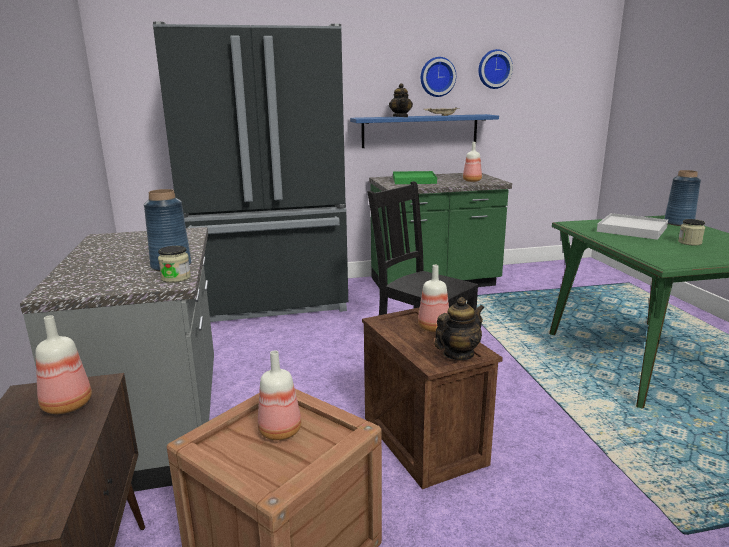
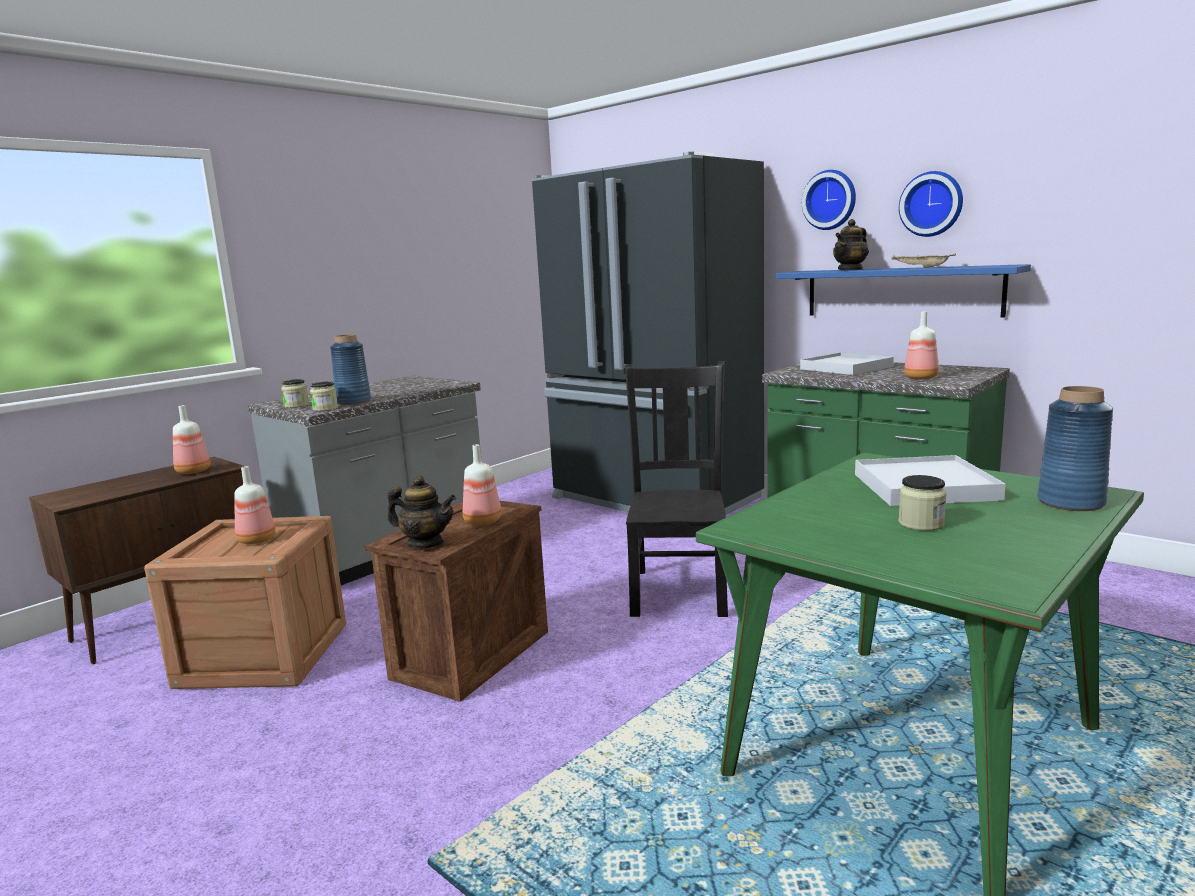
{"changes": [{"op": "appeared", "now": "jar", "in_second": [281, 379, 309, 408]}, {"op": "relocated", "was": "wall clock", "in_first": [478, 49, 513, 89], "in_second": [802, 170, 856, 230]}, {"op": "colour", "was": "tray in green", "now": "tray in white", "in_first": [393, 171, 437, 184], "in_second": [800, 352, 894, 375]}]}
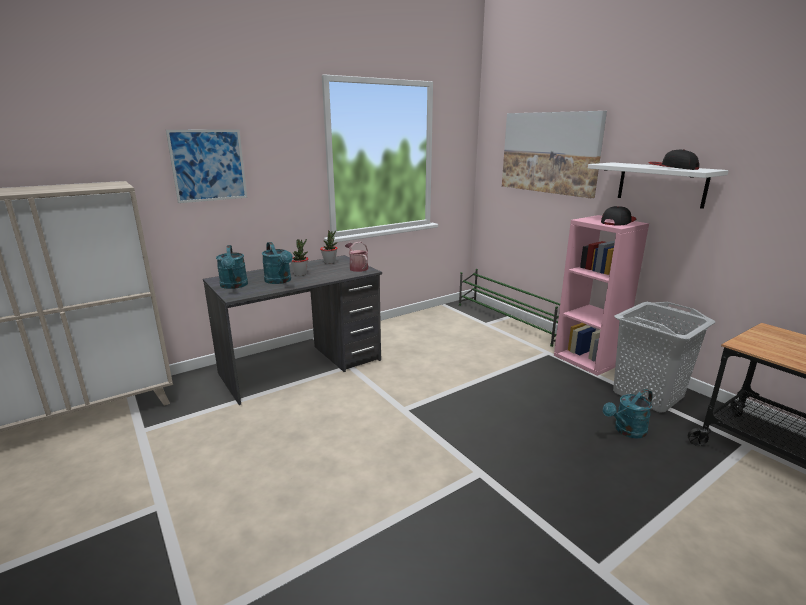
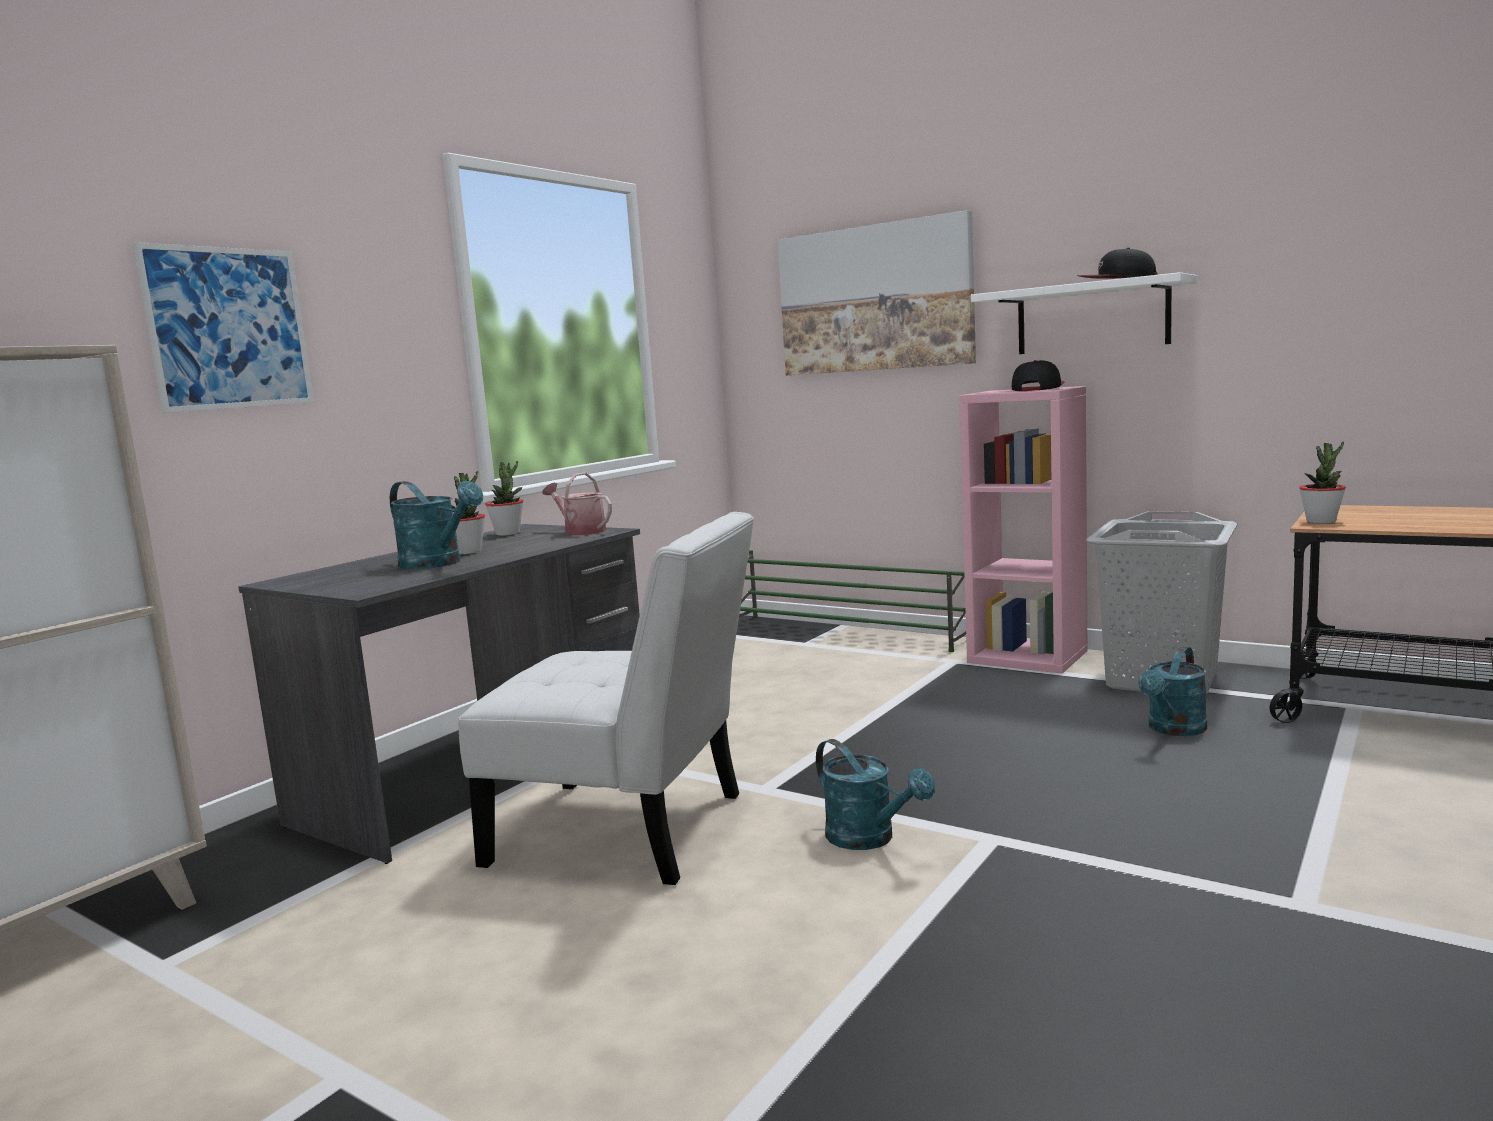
{"changes": [{"op": "appeared", "now": "chair in white", "in_second": [458, 512, 754, 885]}, {"op": "appeared", "now": "potted plant", "in_second": [1299, 442, 1346, 524]}, {"op": "relocated", "was": "watering can in turquoise", "in_first": [216, 245, 248, 289], "in_second": [816, 739, 935, 850]}]}
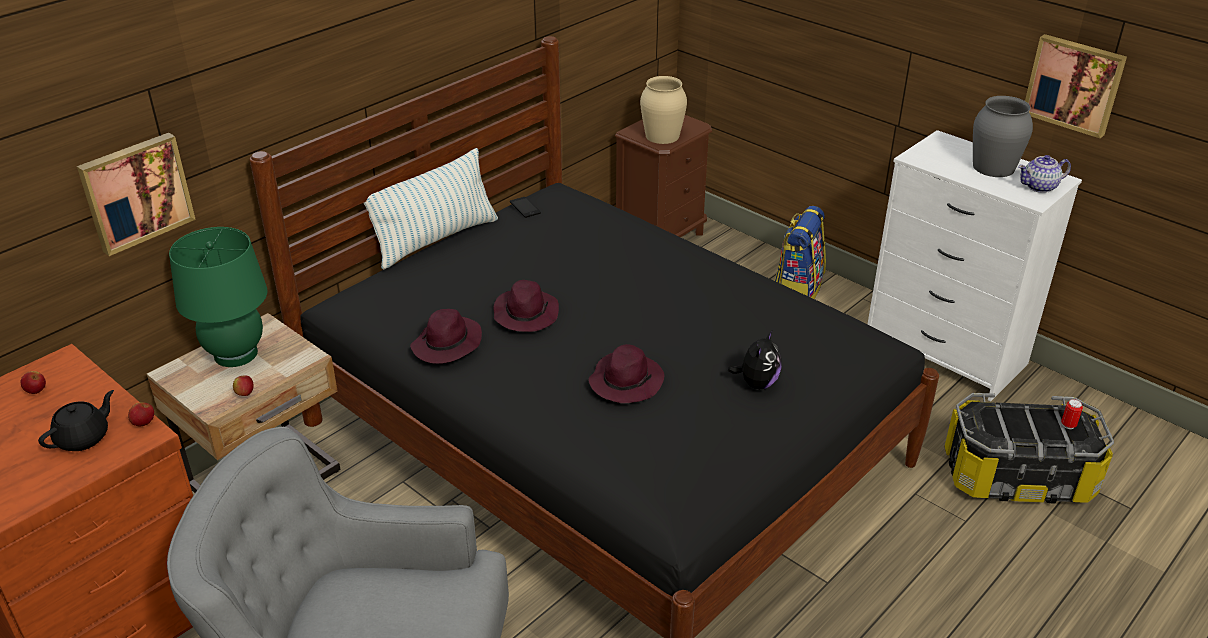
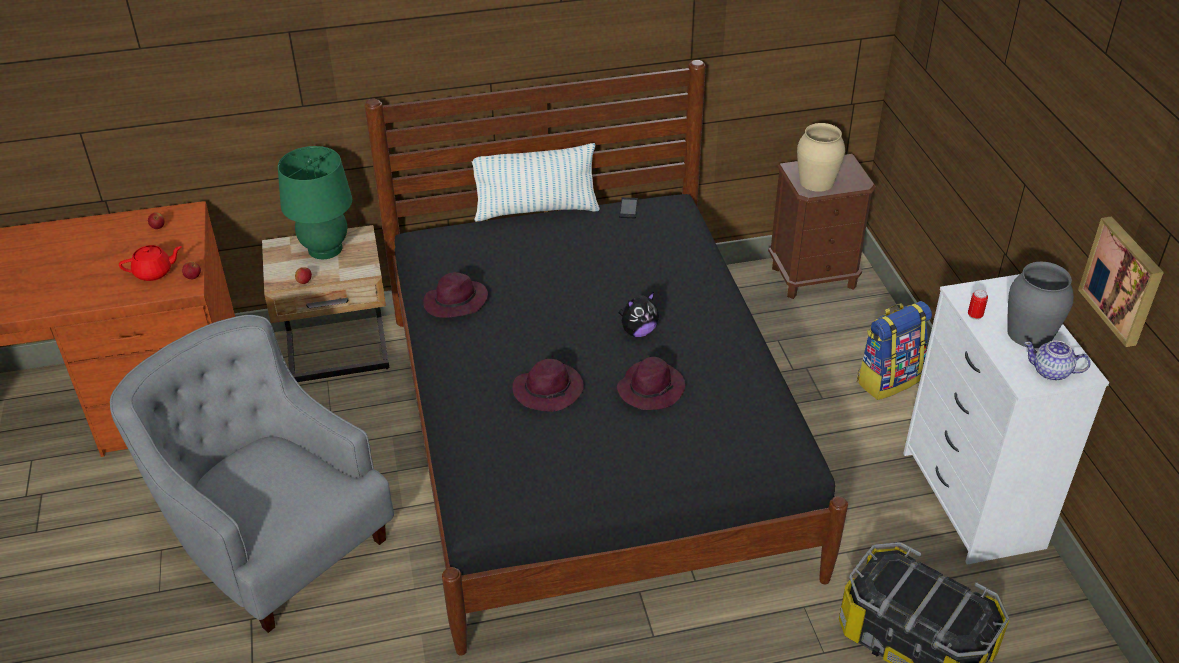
{"changes": [{"op": "missing", "was": "picture", "in_first": [77, 133, 196, 256]}, {"op": "relocated", "was": "hat in purple", "in_first": [493, 280, 559, 332], "in_second": [617, 357, 685, 410]}, {"op": "relocated", "was": "plush toy", "in_first": [728, 329, 782, 389], "in_second": [619, 292, 659, 337]}, {"op": "relocated", "was": "can", "in_first": [1061, 399, 1083, 429], "in_second": [968, 290, 988, 320]}, {"op": "colour", "was": "teapot in black", "now": "teapot in red", "in_first": [38, 390, 114, 451], "in_second": [119, 245, 182, 281]}]}
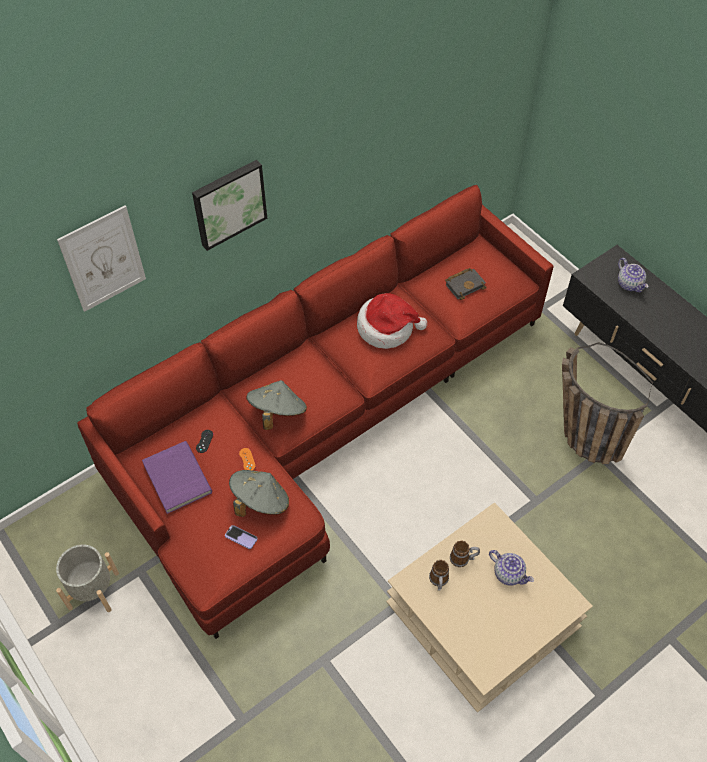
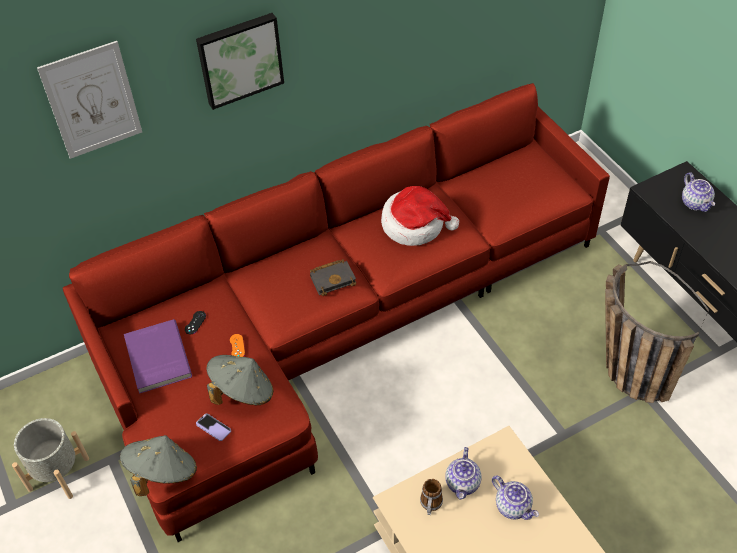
{"changes": [{"op": "relocated", "was": "hat in grey", "in_first": [247, 380, 307, 430], "in_second": [120, 435, 197, 496]}, {"op": "relocated", "was": "book in black", "in_first": [445, 268, 487, 300], "in_second": [310, 259, 356, 296]}, {"op": "exchanged", "was": "mug", "now": "teapot", "in_first": [450, 540, 480, 567], "in_second": [445, 447, 482, 499]}]}
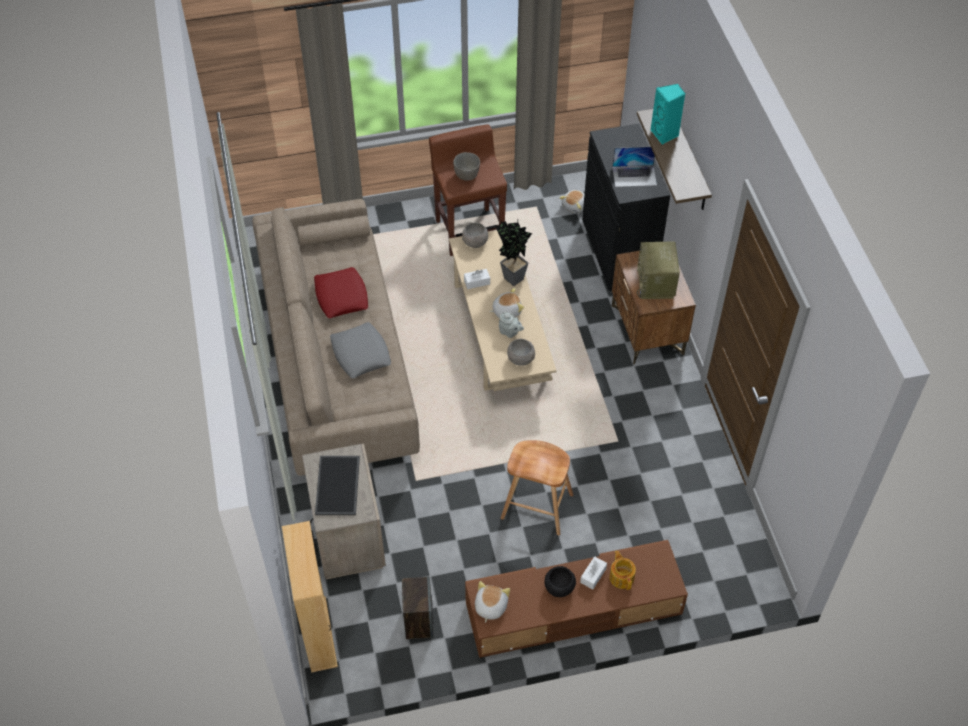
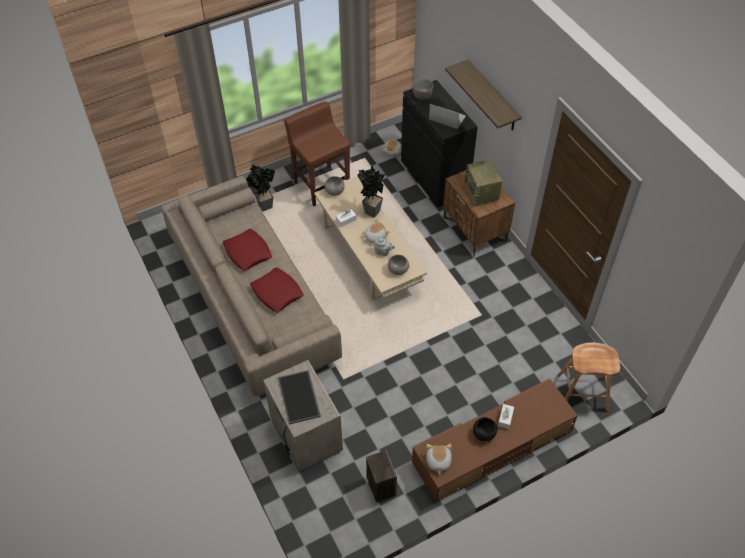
{"changes": [{"op": "missing", "was": "bookcase in beige", "in_first": [282, 521, 338, 673]}, {"op": "missing", "was": "teapot", "in_first": [609, 551, 636, 590]}, {"op": "missing", "was": "speaker in turquoise", "in_first": [651, 84, 685, 144]}, {"op": "appeared", "now": "potted plant", "in_second": [246, 165, 275, 211]}, {"op": "relocated", "was": "bowl in grey", "in_first": [453, 152, 480, 181], "in_second": [412, 78, 433, 100]}, {"op": "relocated", "was": "stool in brown", "in_first": [501, 440, 573, 535], "in_second": [557, 342, 620, 411]}, {"op": "colour", "was": "pillow in grey", "now": "pillow in red", "in_first": [330, 322, 391, 378], "in_second": [250, 267, 304, 313]}, {"op": "spun", "was": "laptop", "in_first": [612, 147, 657, 187], "in_second": [429, 104, 466, 129], "clockwise": -135}]}
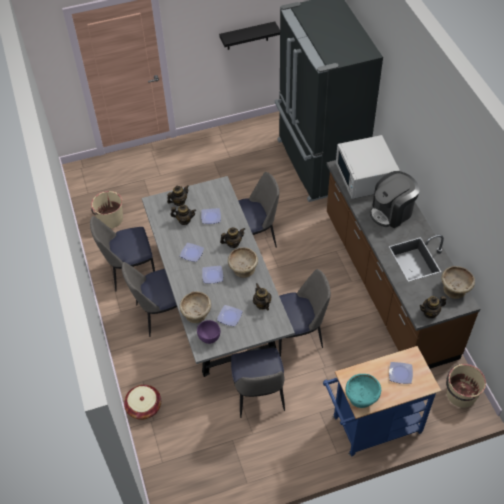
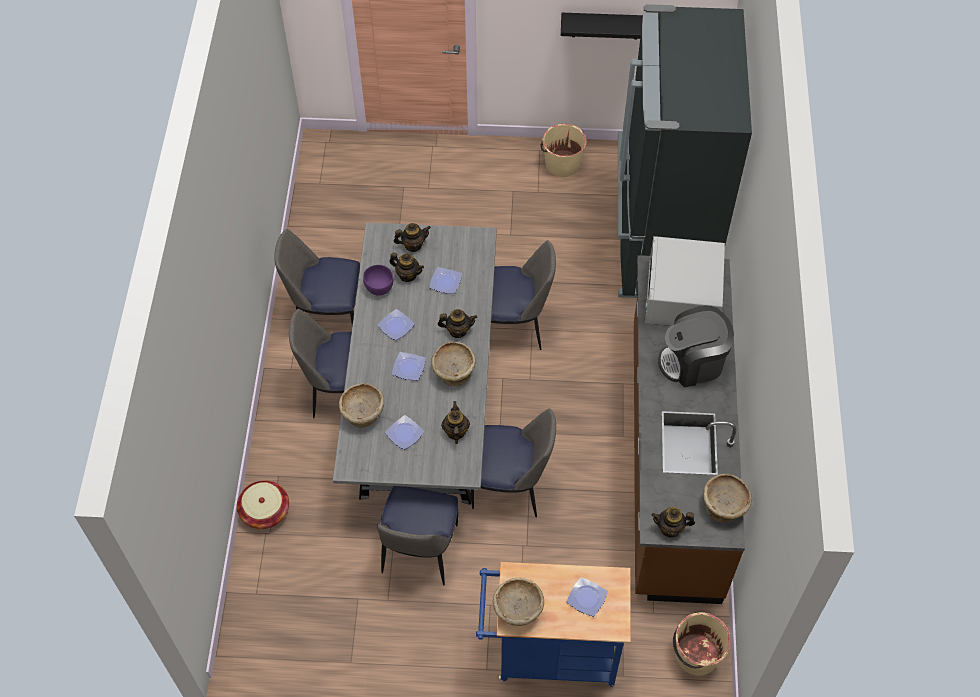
{"changes": [{"op": "relocated", "was": "bucket in beige", "in_first": [91, 191, 123, 229], "in_second": [540, 124, 587, 177]}, {"op": "relocated", "was": "bowl in purple", "in_first": [197, 320, 220, 344], "in_second": [363, 265, 394, 296]}, {"op": "colour", "was": "bowl in turquoise", "now": "bowl in beige", "in_first": [345, 374, 381, 408], "in_second": [493, 578, 544, 626]}]}
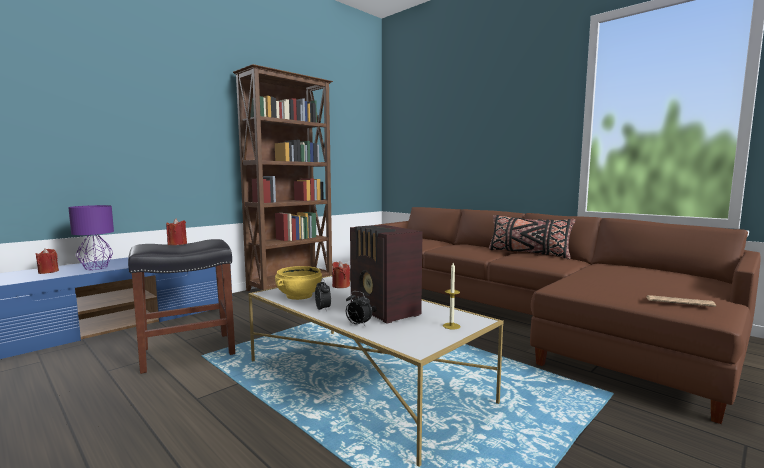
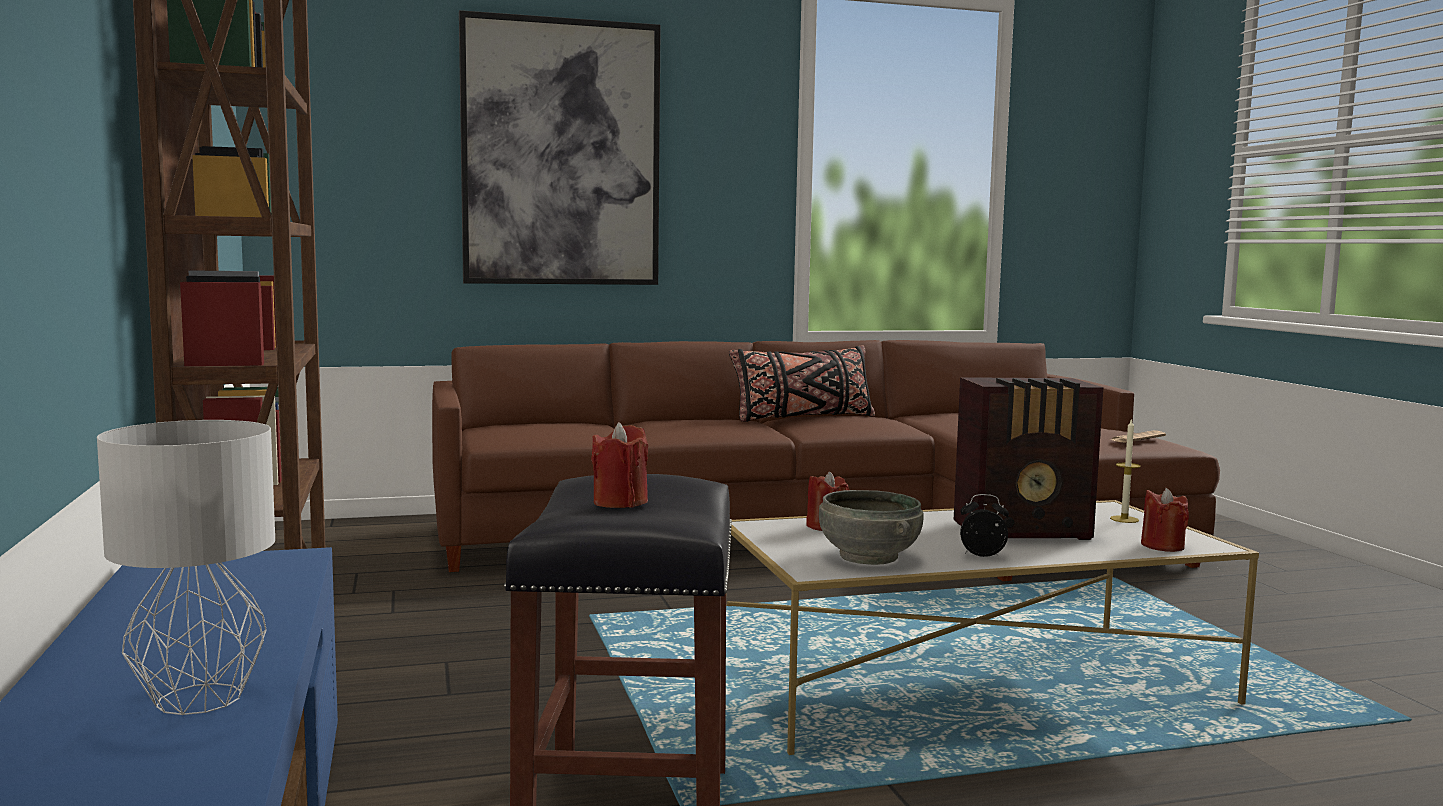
{"changes": [{"op": "missing", "was": "alarm clock", "in_first": [346, 291, 372, 327]}, {"op": "appeared", "now": "picture", "in_second": [459, 10, 661, 285]}, {"op": "relocated", "was": "candle in red", "in_first": [35, 248, 59, 274], "in_second": [1141, 488, 1189, 552]}, {"op": "colour", "was": "table lamp in purple", "now": "table lamp in grey", "in_first": [68, 205, 114, 270], "in_second": [97, 420, 275, 715]}, {"op": "colour", "was": "bowl in yellow", "now": "bowl in grey", "in_first": [275, 266, 322, 300], "in_second": [819, 490, 924, 565]}]}
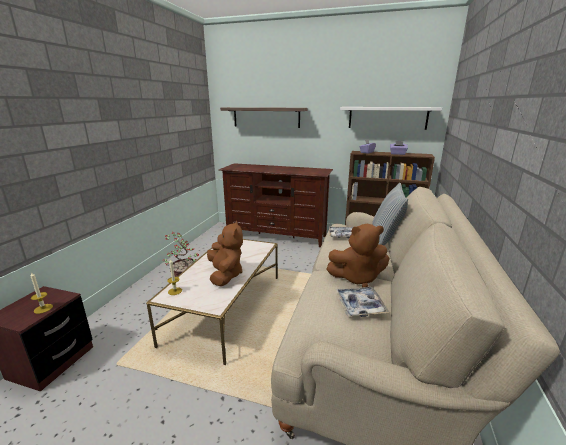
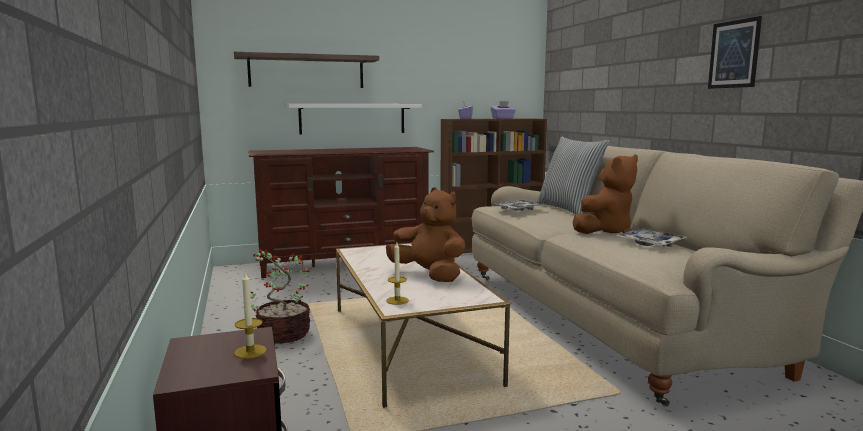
{"changes": [{"op": "appeared", "now": "picture", "in_second": [708, 16, 762, 89]}, {"op": "relocated", "was": "shelf in white", "in_first": [340, 107, 442, 130], "in_second": [286, 104, 422, 134]}]}
